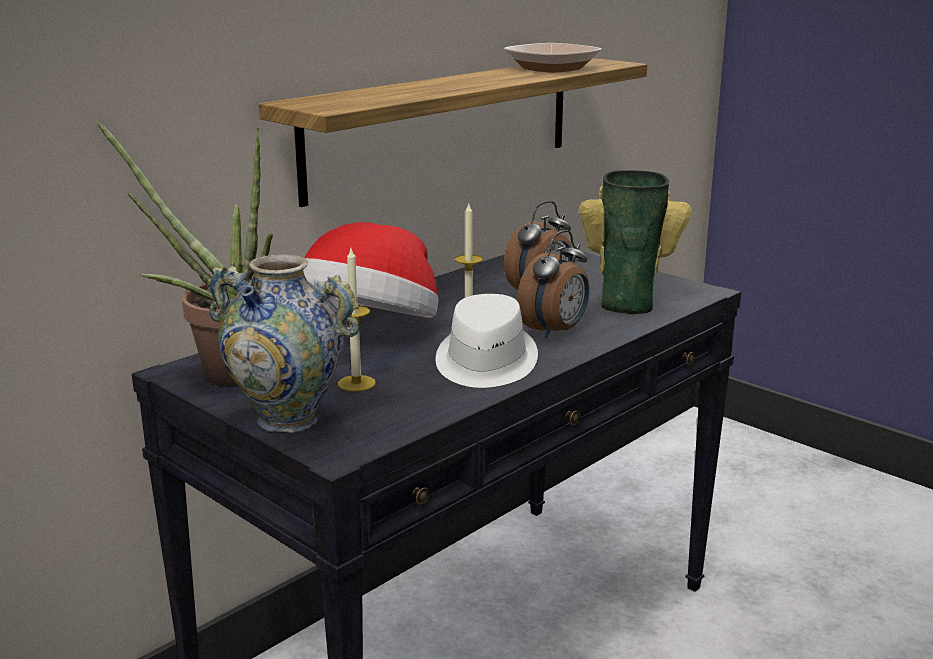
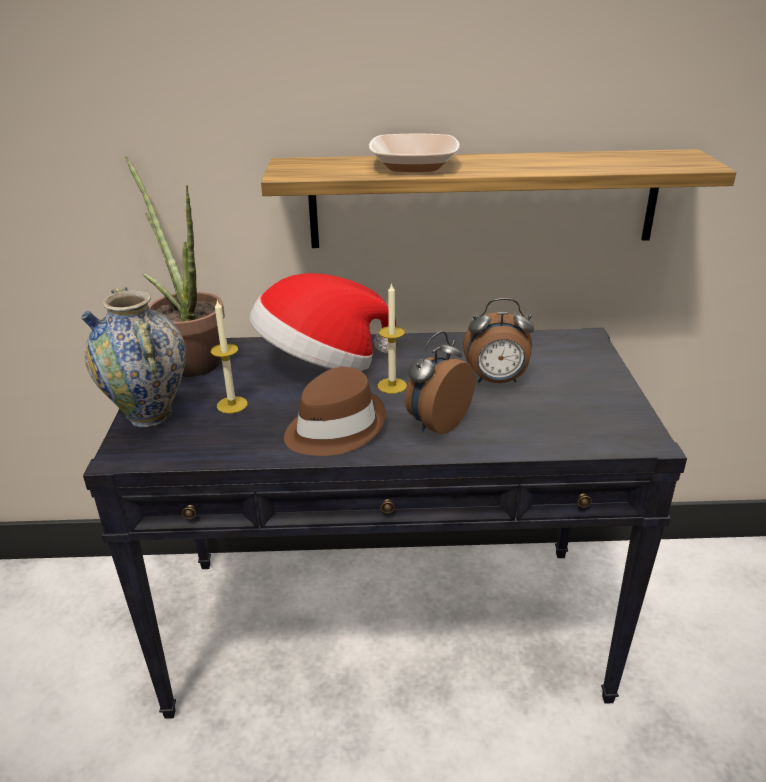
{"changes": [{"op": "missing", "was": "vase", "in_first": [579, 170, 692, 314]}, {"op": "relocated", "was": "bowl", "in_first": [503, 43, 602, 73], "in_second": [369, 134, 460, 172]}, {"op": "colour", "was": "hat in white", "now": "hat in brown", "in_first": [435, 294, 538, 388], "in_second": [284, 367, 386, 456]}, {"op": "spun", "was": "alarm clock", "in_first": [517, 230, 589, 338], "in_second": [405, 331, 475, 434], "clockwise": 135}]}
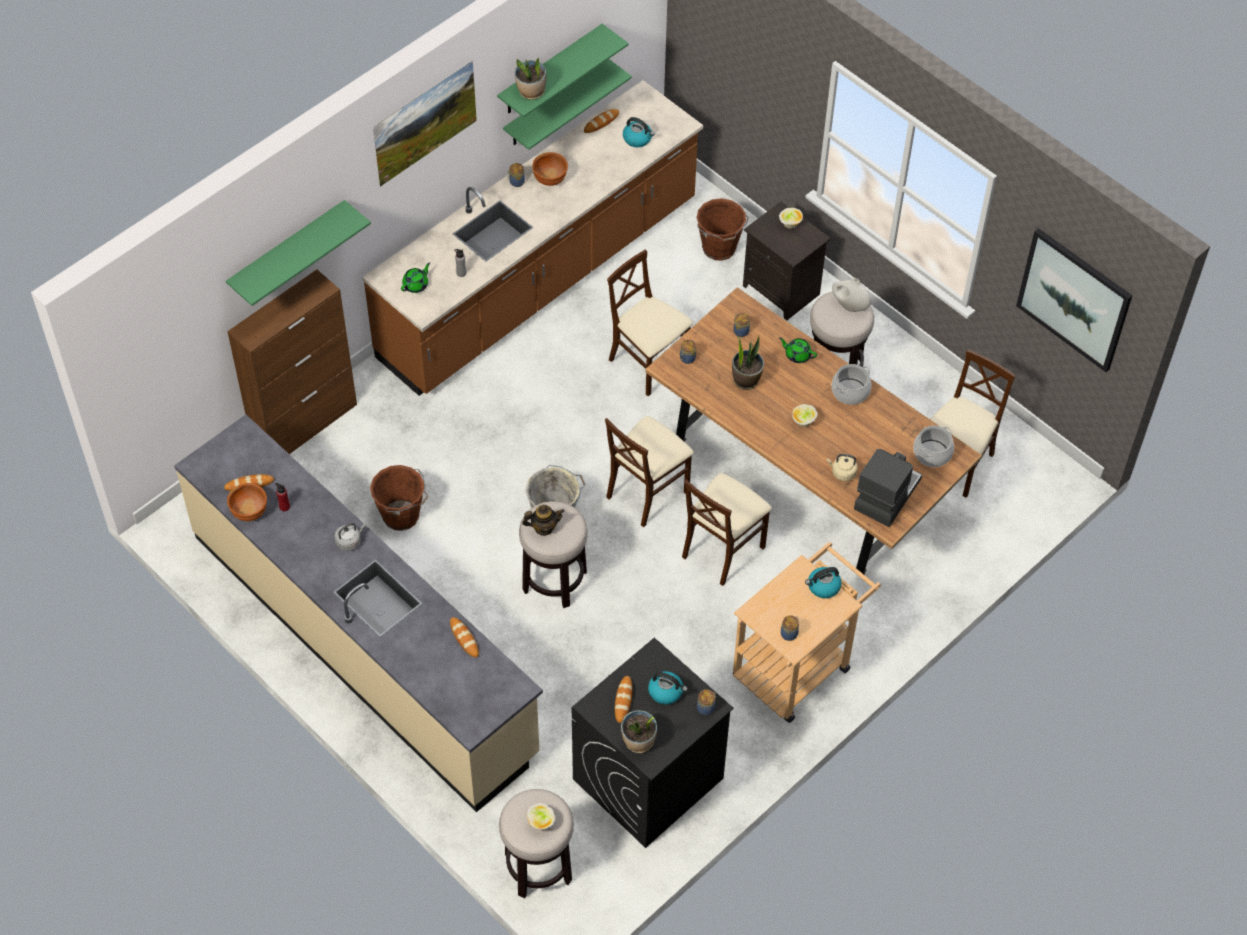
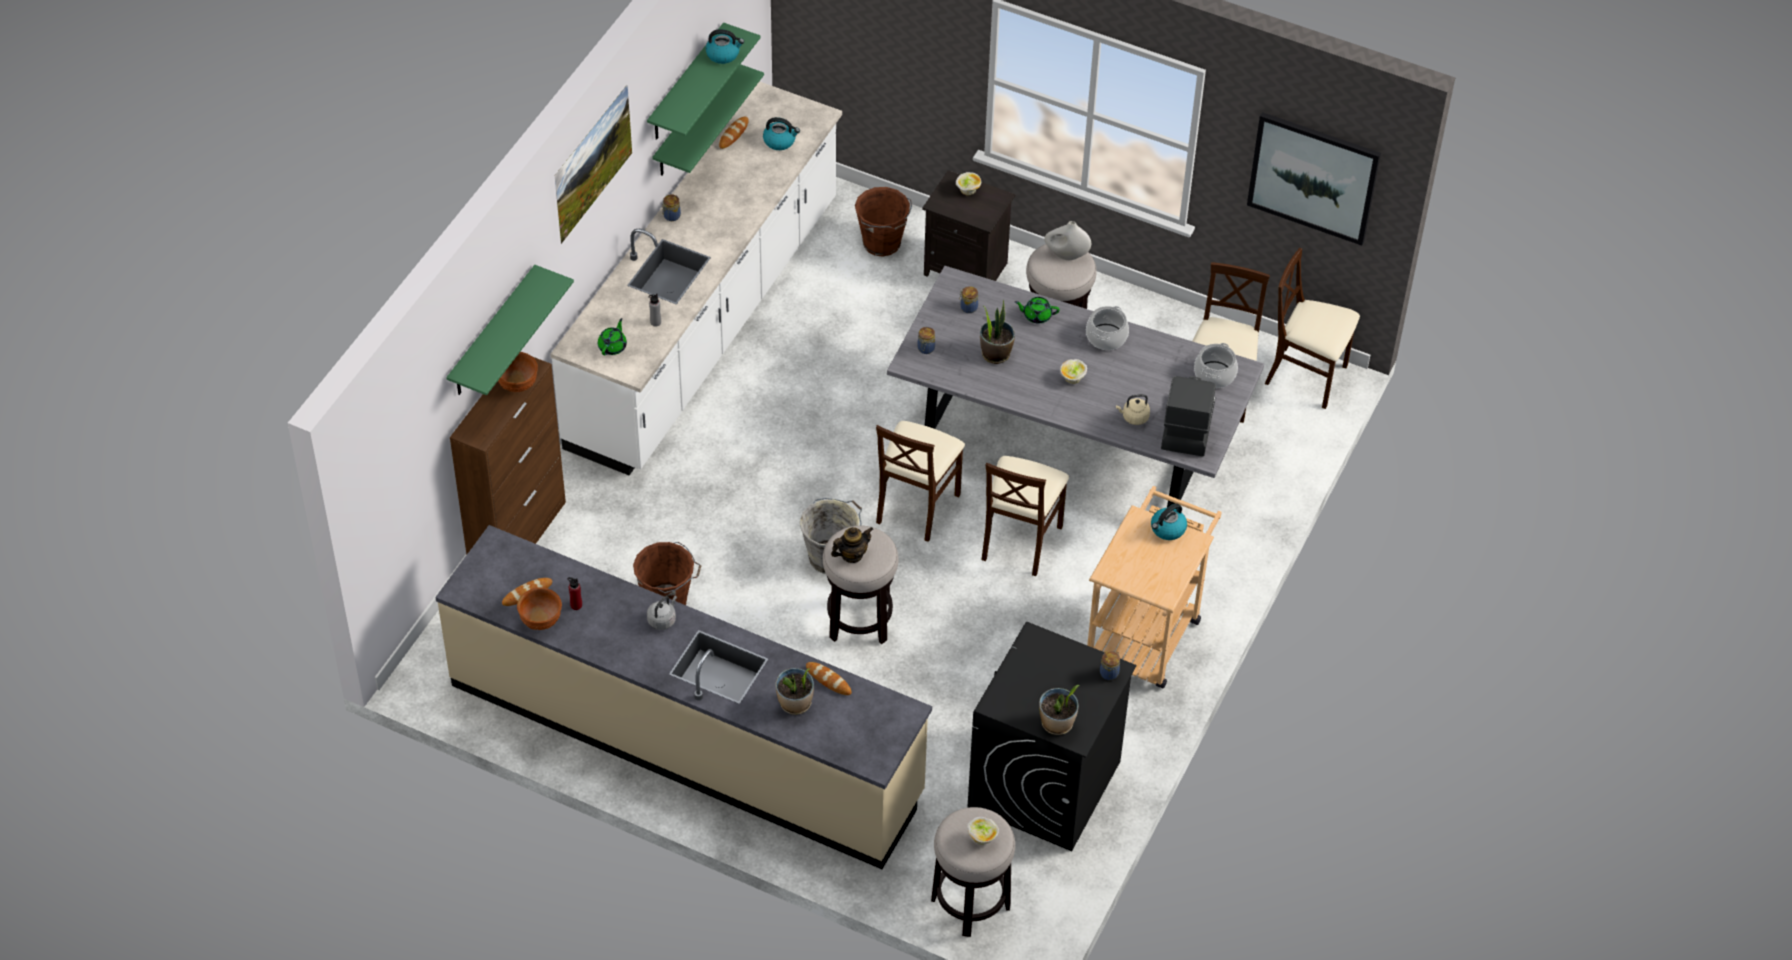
{"changes": [{"op": "missing", "was": "bread", "in_first": [615, 676, 633, 723]}, {"op": "missing", "was": "jar", "in_first": [781, 615, 799, 641]}, {"op": "relocated", "was": "potted plant", "in_first": [515, 57, 546, 100], "in_second": [775, 668, 814, 715]}, {"op": "relocated", "was": "bowl in brown", "in_first": [532, 152, 568, 186], "in_second": [498, 352, 538, 392]}, {"op": "relocated", "was": "chair in beige", "in_first": [607, 250, 693, 396], "in_second": [1265, 248, 1360, 409]}, {"op": "relocated", "was": "kettle", "in_first": [648, 671, 688, 704], "in_second": [706, 29, 744, 64]}, {"op": "colour", "was": "counter in brown", "now": "counter in white", "in_first": [362, 80, 703, 396], "in_second": [550, 81, 842, 475]}, {"op": "colour", "was": "dining table in brown", "now": "dining table in grey", "in_first": [645, 287, 982, 574], "in_second": [887, 266, 1264, 509]}]}
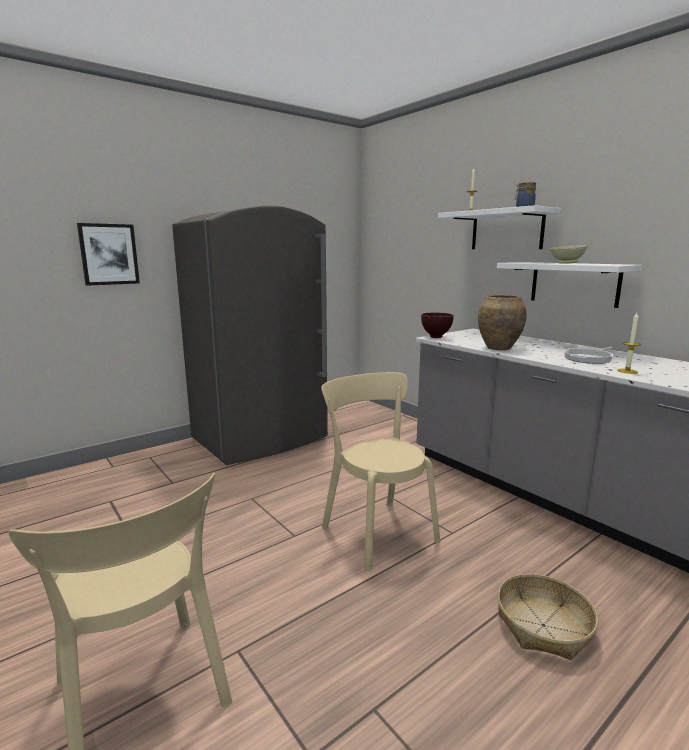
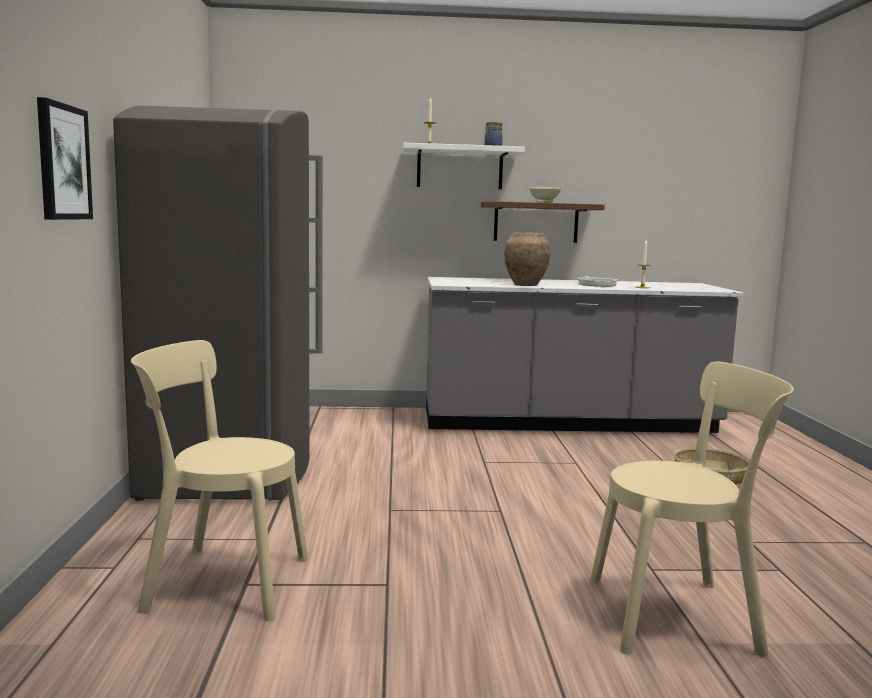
{"changes": [{"op": "missing", "was": "bowl in brown", "in_first": [421, 312, 454, 338]}, {"op": "relocated", "was": "chair in beige", "in_first": [322, 372, 440, 571], "in_second": [131, 340, 308, 621]}, {"op": "colour", "was": "shelf in white", "now": "shelf in brown", "in_first": [497, 262, 642, 308], "in_second": [481, 201, 605, 243]}]}
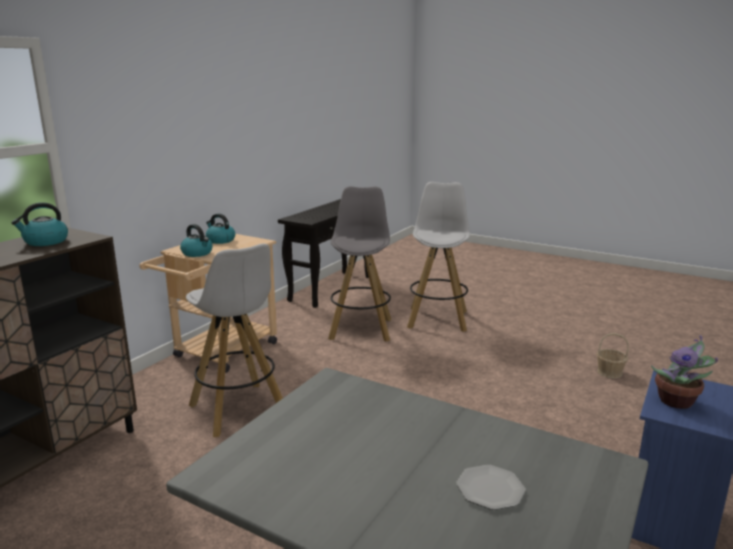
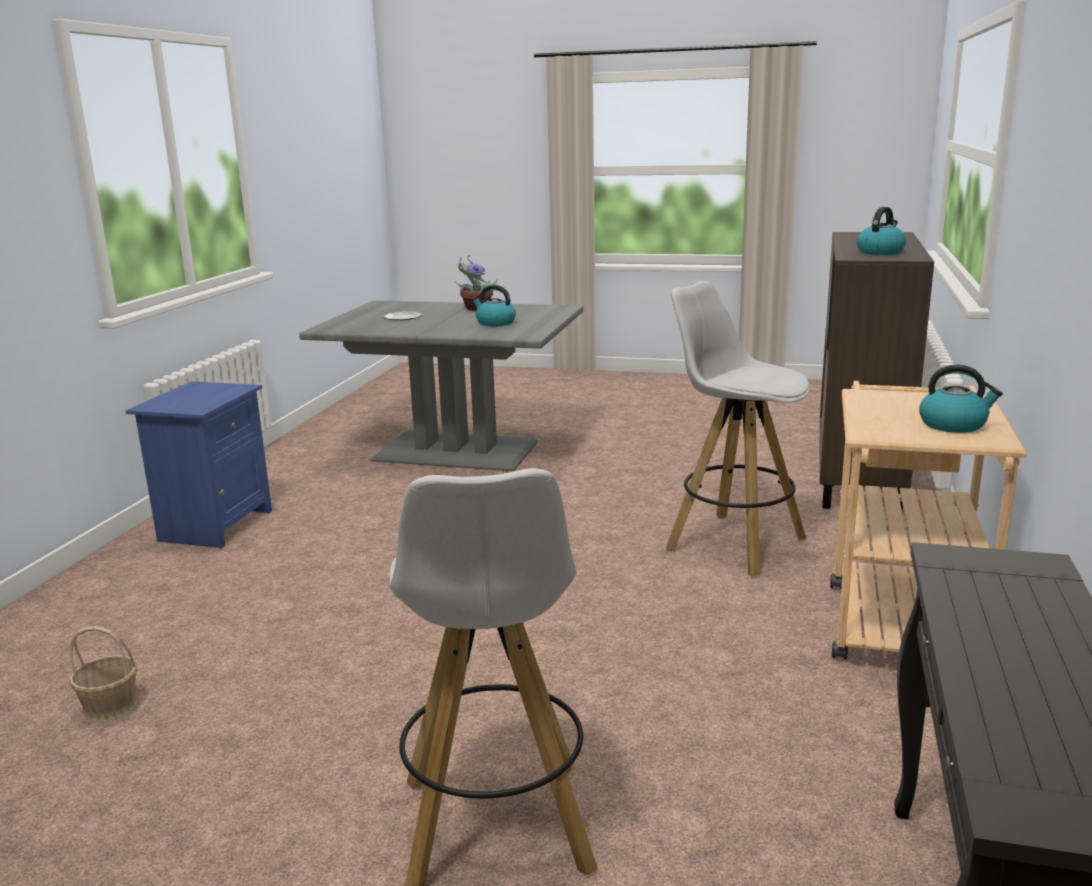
{"changes": [{"op": "missing", "was": "stool in grey", "in_first": [328, 186, 391, 341]}, {"op": "relocated", "was": "kettle", "in_first": [180, 224, 213, 257], "in_second": [472, 285, 516, 326]}, {"op": "relocated", "was": "potted plant", "in_first": [651, 335, 718, 409], "in_second": [455, 255, 498, 311]}]}
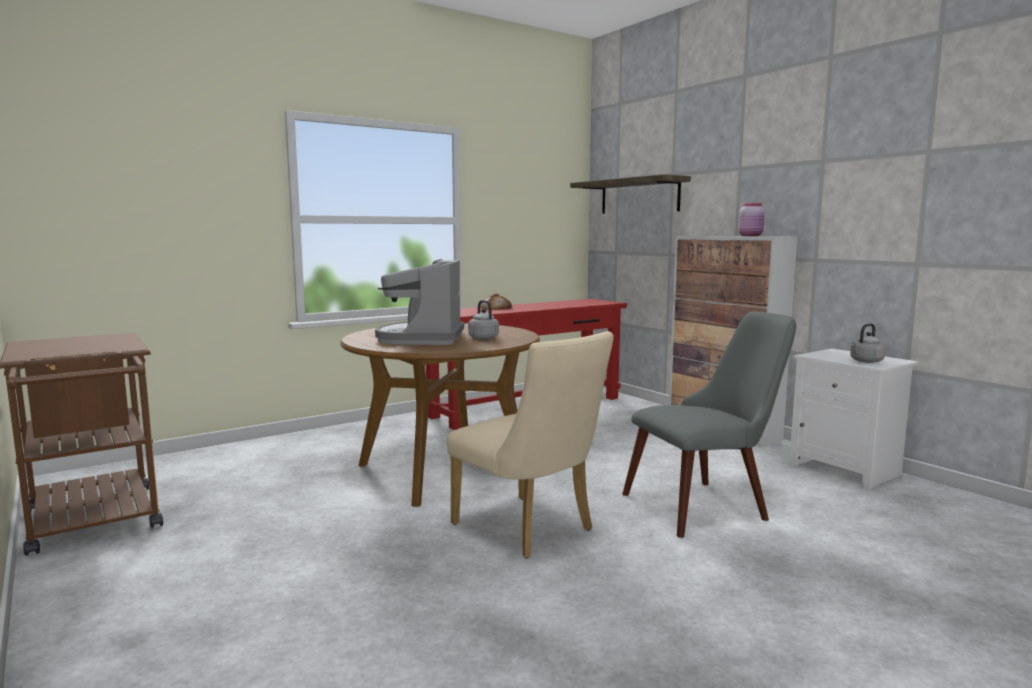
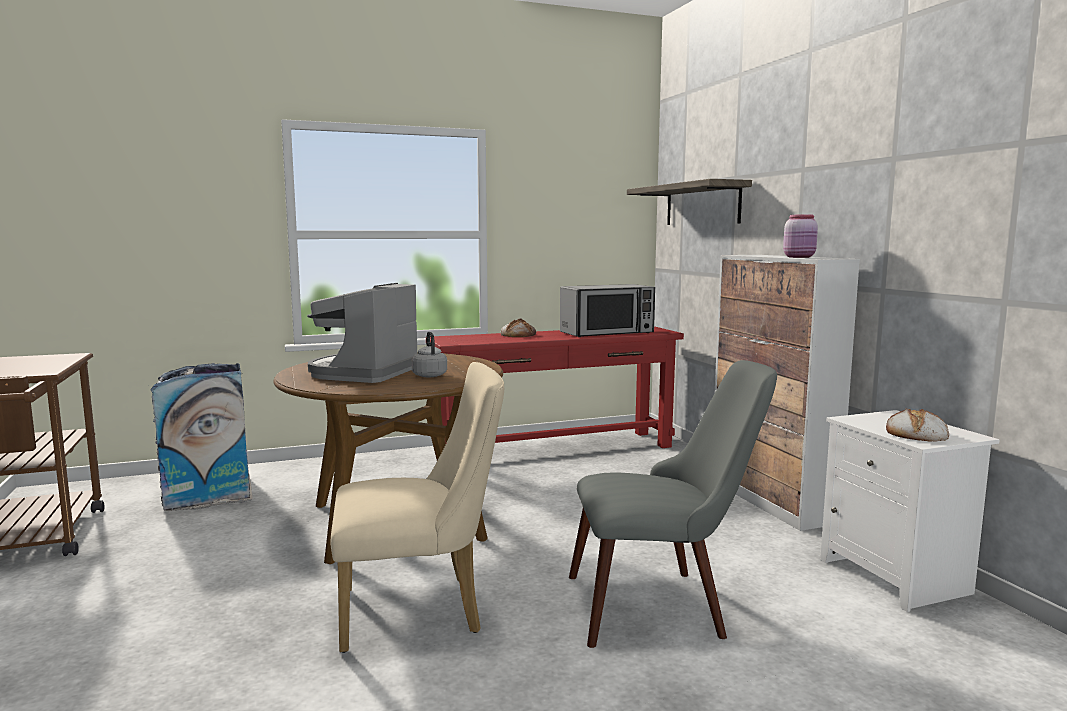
{"changes": [{"op": "appeared", "now": "trash can", "in_second": [150, 363, 253, 511]}, {"op": "appeared", "now": "microwave", "in_second": [560, 284, 655, 337]}, {"op": "exchanged", "was": "kettle in grey", "now": "bread", "in_first": [850, 323, 885, 363], "in_second": [886, 409, 949, 442]}, {"op": "spun", "was": "chair in beige", "in_first": [447, 331, 614, 559], "in_second": [330, 362, 504, 653], "clockwise": -75}]}
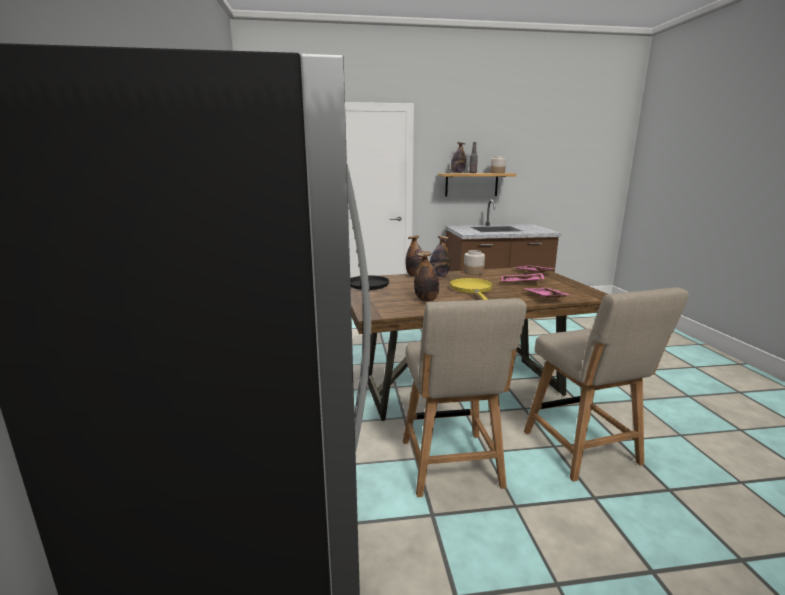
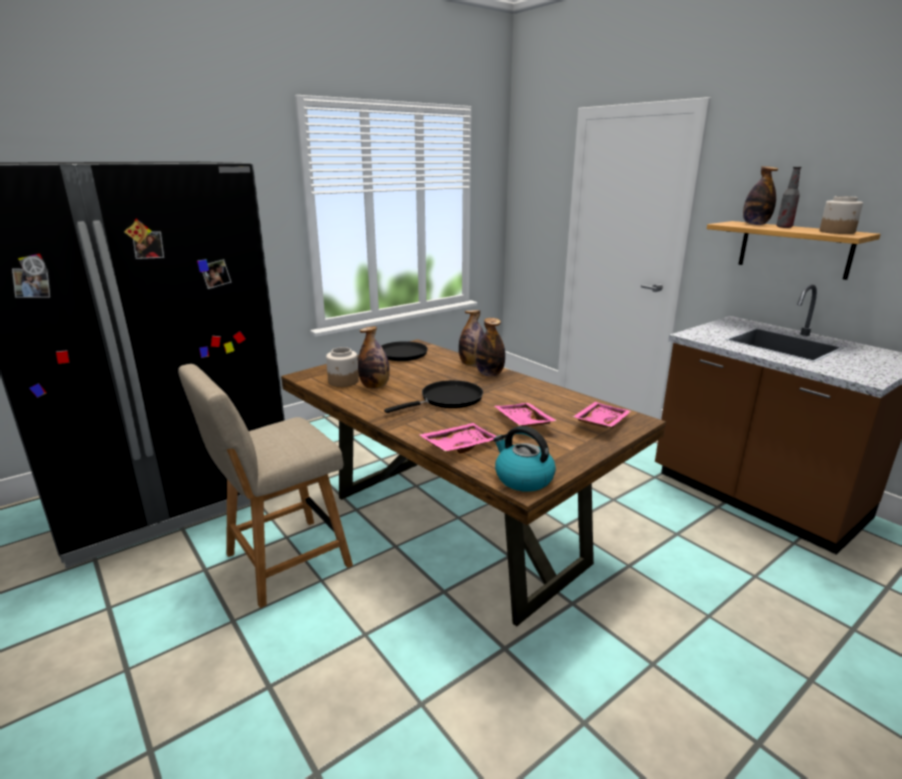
{"changes": [{"op": "missing", "was": "chair in beige", "in_first": [524, 287, 689, 482]}, {"op": "appeared", "now": "kettle", "in_second": [493, 426, 556, 492]}, {"op": "relocated", "was": "jar", "in_first": [464, 250, 485, 275], "in_second": [326, 347, 359, 387]}, {"op": "colour", "was": "frying pan in yellow", "now": "frying pan in black", "in_first": [450, 278, 493, 300], "in_second": [384, 380, 483, 413]}]}
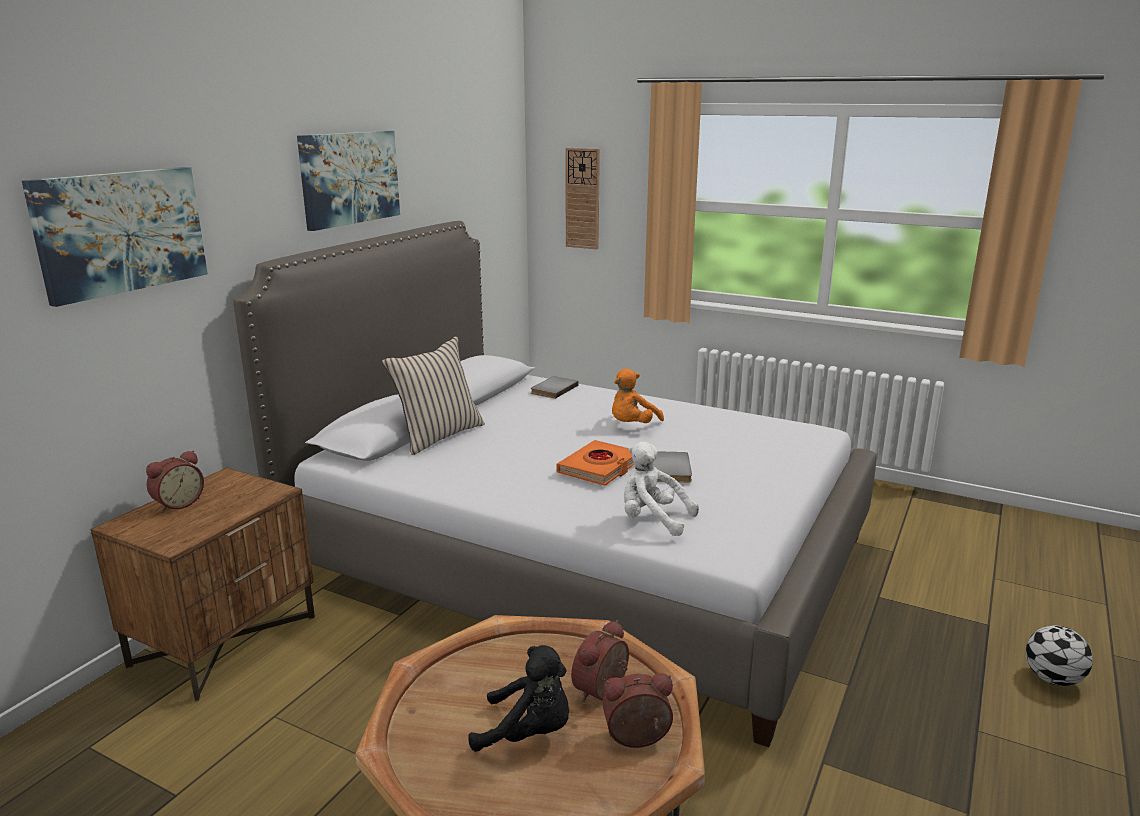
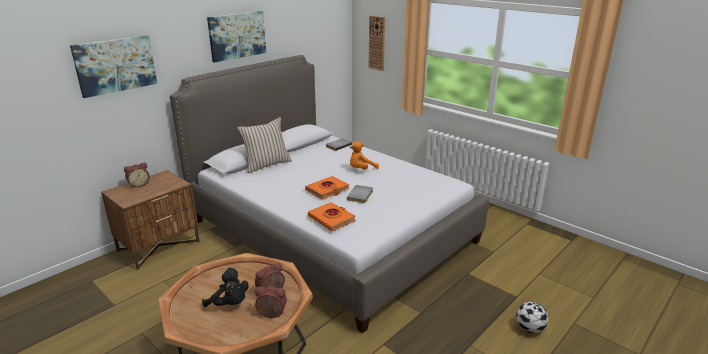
{"changes": [{"op": "exchanged", "was": "plush toy in white", "now": "book in orange", "in_first": [624, 442, 699, 536], "in_second": [308, 202, 356, 231]}]}
